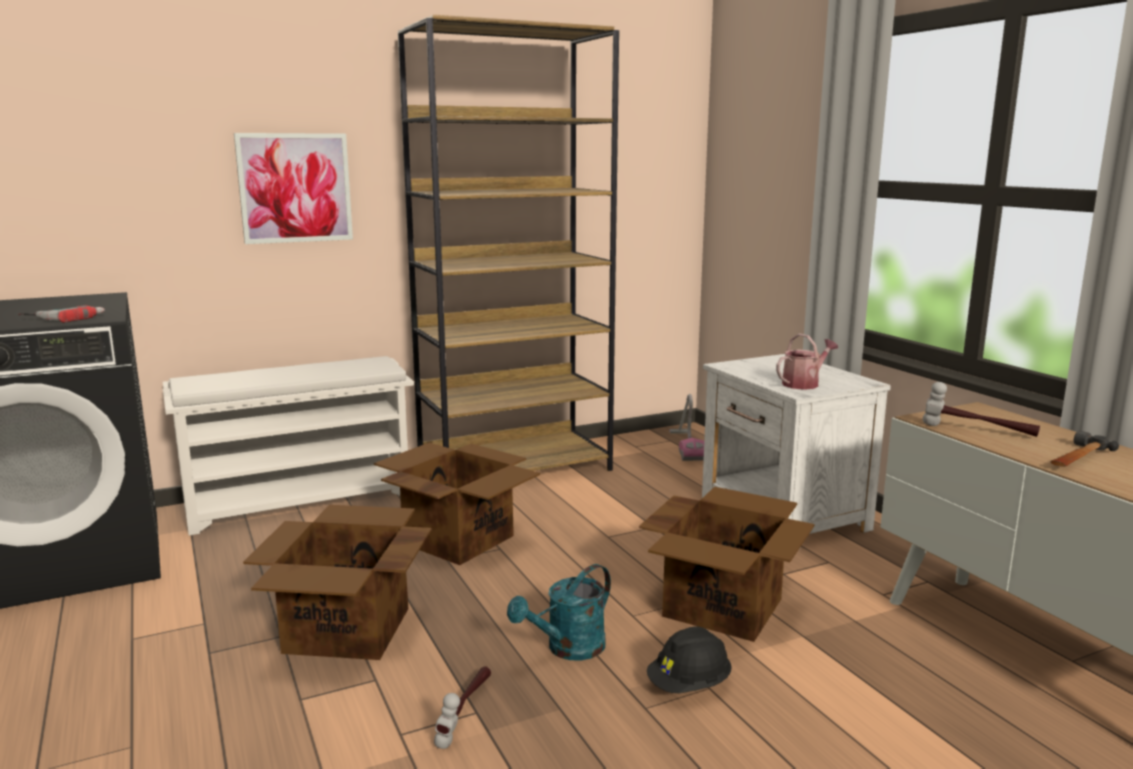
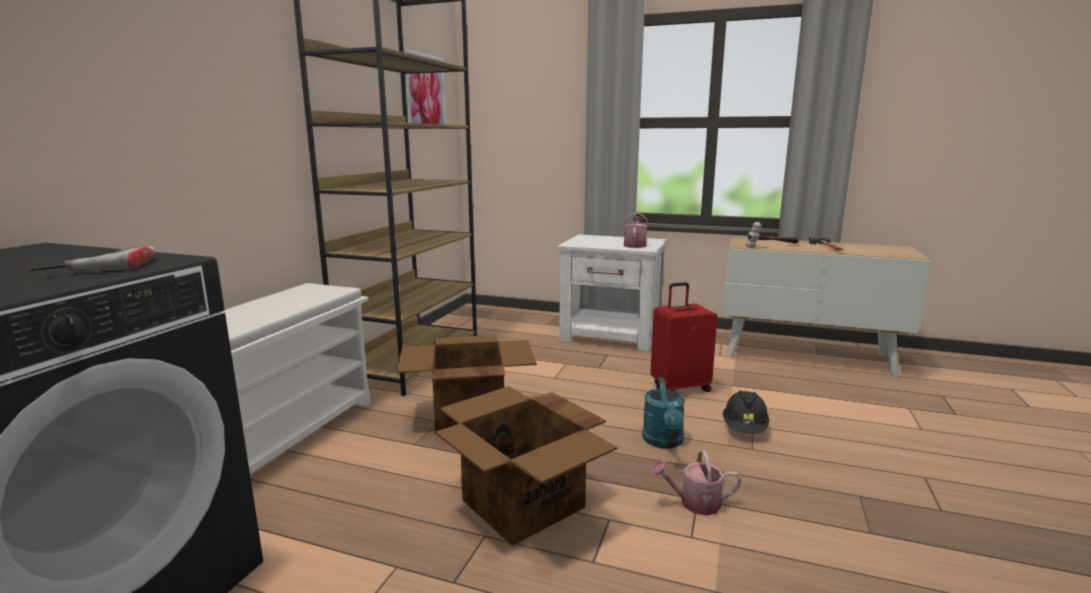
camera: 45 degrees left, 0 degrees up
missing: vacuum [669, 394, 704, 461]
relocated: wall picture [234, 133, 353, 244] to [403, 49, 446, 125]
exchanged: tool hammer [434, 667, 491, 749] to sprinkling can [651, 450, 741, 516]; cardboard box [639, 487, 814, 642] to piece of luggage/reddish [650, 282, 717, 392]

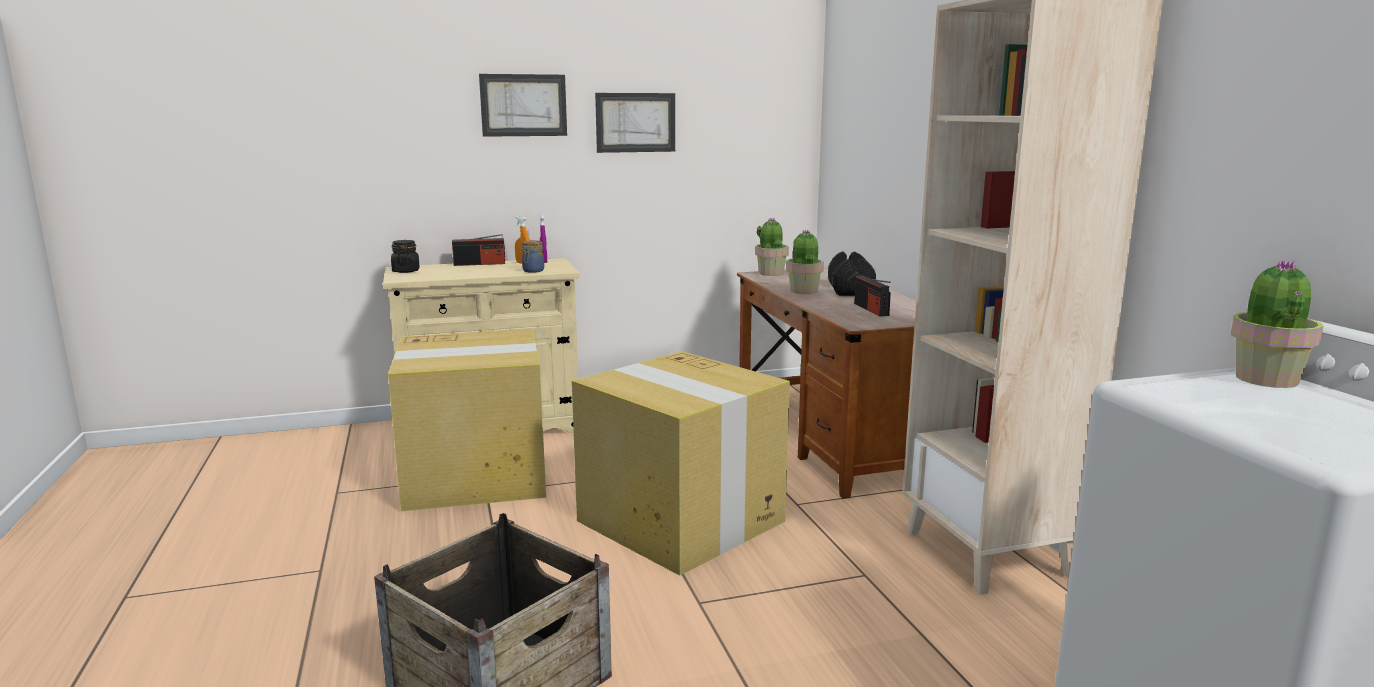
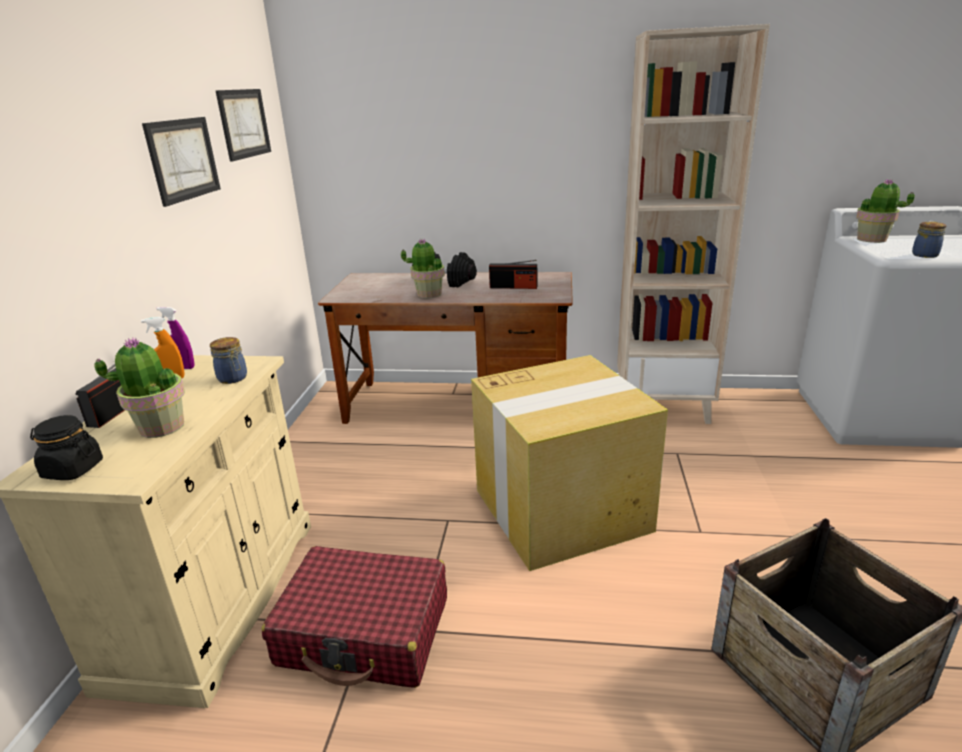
camera: 65 degrees left, 10 degrees up
appeared: storage jar [912, 222, 947, 258]
relocated: wall picture [479, 74, 567, 137] to [216, 89, 271, 162]; plant in a pot [755, 218, 789, 276] to [94, 338, 185, 438]
exchanged: cardboard box [388, 330, 546, 511] to piece of luggage/reddish [262, 546, 447, 688]

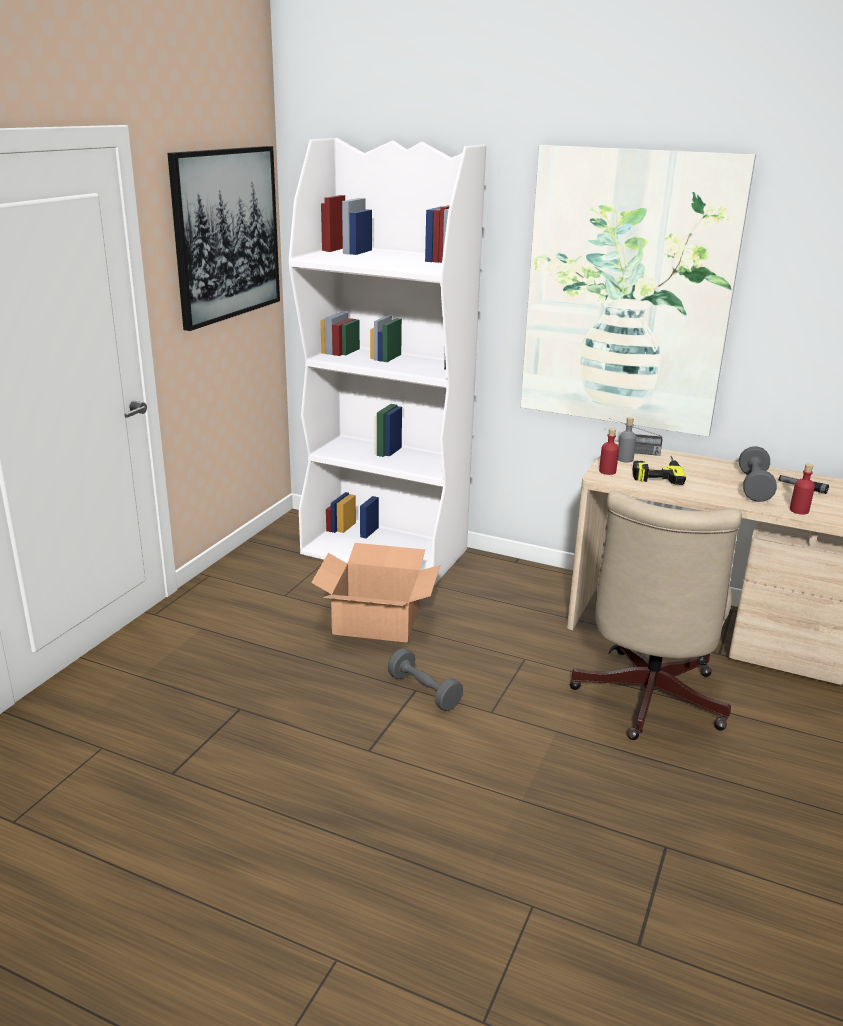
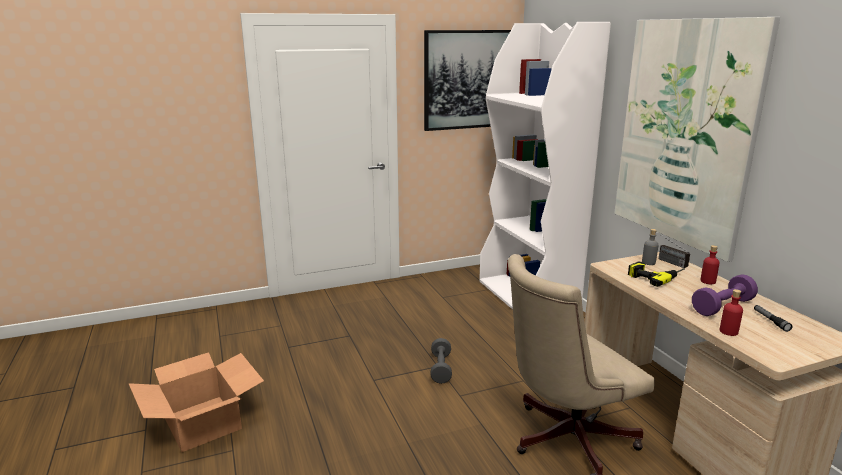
camera: 45 degrees right, 5 degrees down
relocated: cardboard box [311, 543, 440, 643] to [128, 352, 264, 452]; bottle/reddish [599, 428, 619, 475] to [701, 245, 719, 284]
colour: dumbbell/greyish [739, 446, 777, 502] to dumbbell/purplish [692, 274, 758, 316]

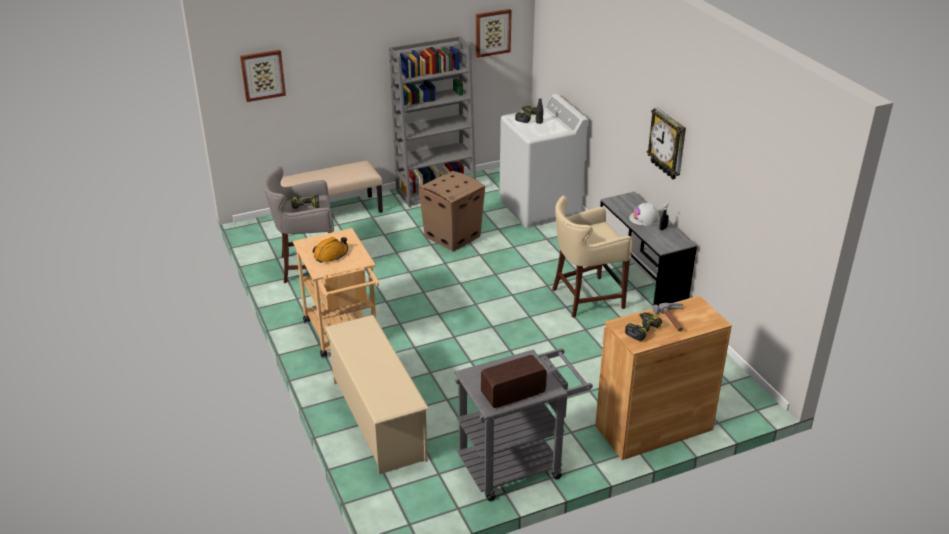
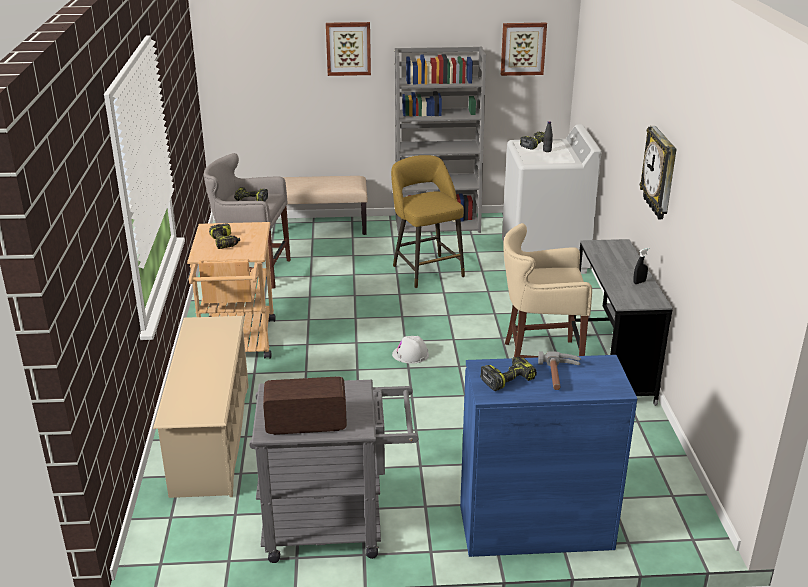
camera: 20 degrees right, 5 degrees down
relocated: wall picture [240, 50, 286, 102] to [326, 22, 371, 76]; safety helmet/white-coloured [629, 202, 660, 226] to [392, 336, 429, 363]
exchanged: safety helmet/orange-coloured [313, 237, 348, 263] to electric drill [209, 223, 240, 249]; cardboard box [418, 171, 485, 251] to stool/yellow-coloured [391, 155, 465, 288]
colour: storage cabinet/brown-coloured [595, 295, 732, 460] to storage cabinet/bluish [460, 355, 637, 557]

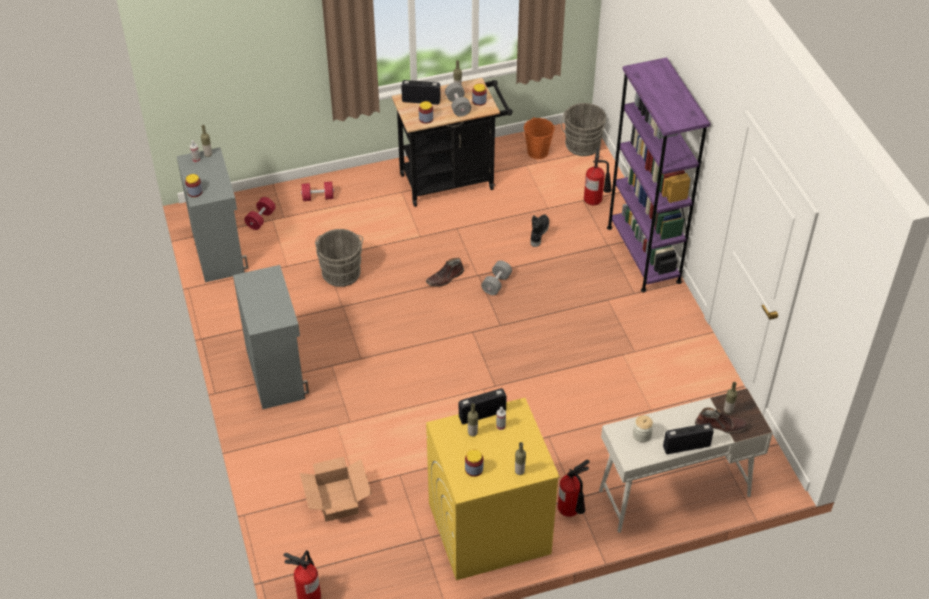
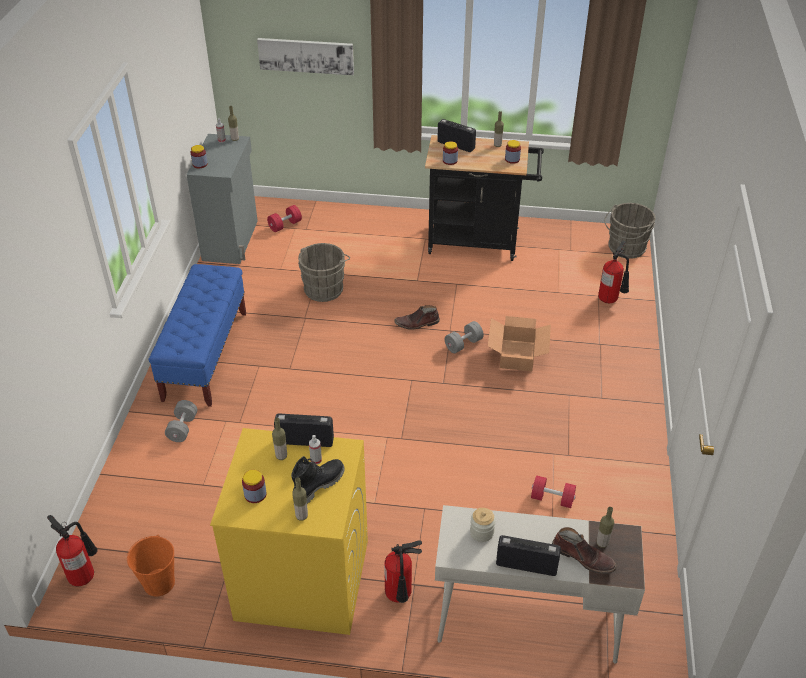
camera: 25 degrees right, 5 degrees down
missing: bookshelf/purplish [607, 57, 711, 292]
appeared: wall picture [257, 38, 354, 75]
relocated: cardboard box [300, 457, 372, 522] to [488, 316, 551, 371]; dumbbell/reddish [301, 182, 334, 201] to [531, 475, 576, 508]; dumbbell/greyish [445, 83, 471, 117] to [165, 400, 198, 442]; water bucket/orange-coloured [524, 117, 554, 159] to [127, 535, 175, 597]; high-top boot/black-coloured [530, 215, 549, 247] to [291, 456, 345, 504]
exchanged: storage cabinet/greyish [233, 265, 309, 409] to indoor bench/bluish [149, 264, 246, 407]

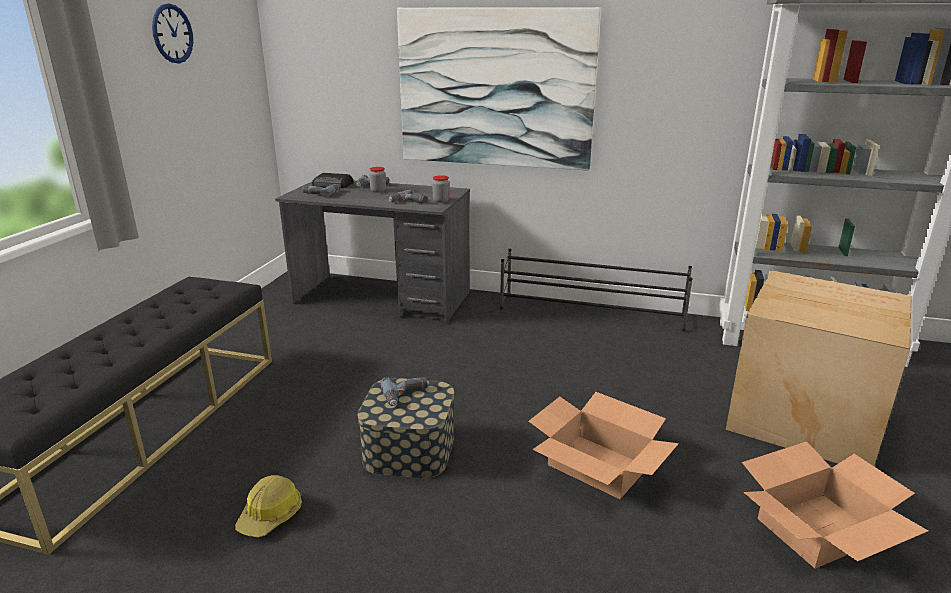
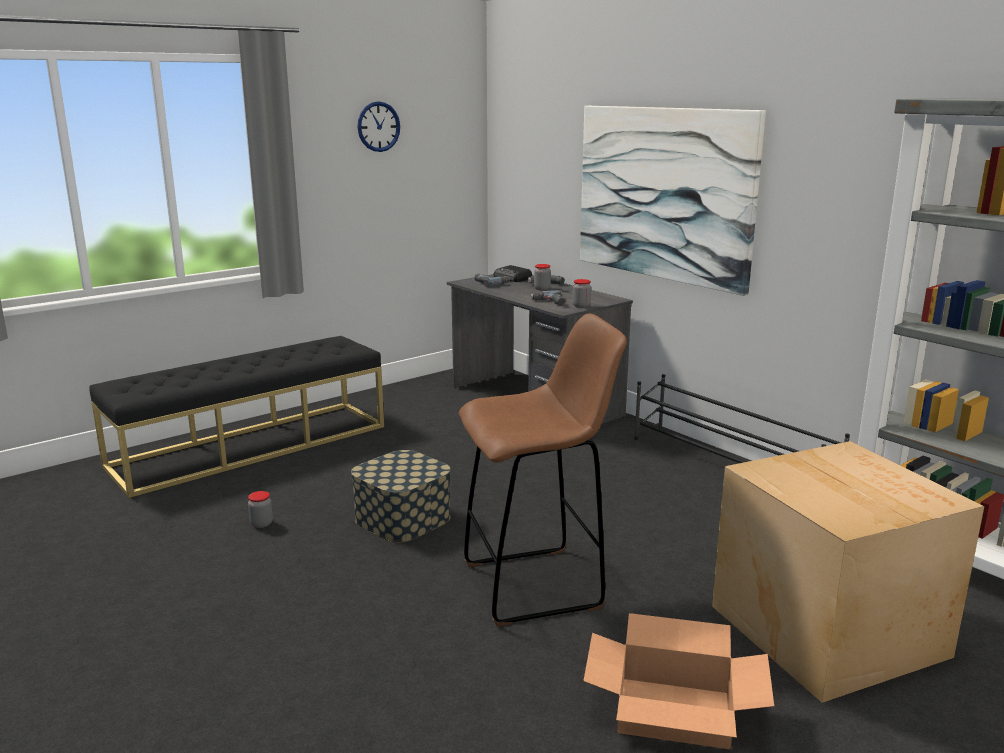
camera: 35 degrees right, 5 degrees down
missing: electric drill [380, 377, 428, 406]
exchanged: safety helmet [235, 475, 302, 538] to storage jar [248, 491, 273, 528]; cardboard box [528, 392, 679, 499] to stool/brown-coloured [459, 313, 627, 627]

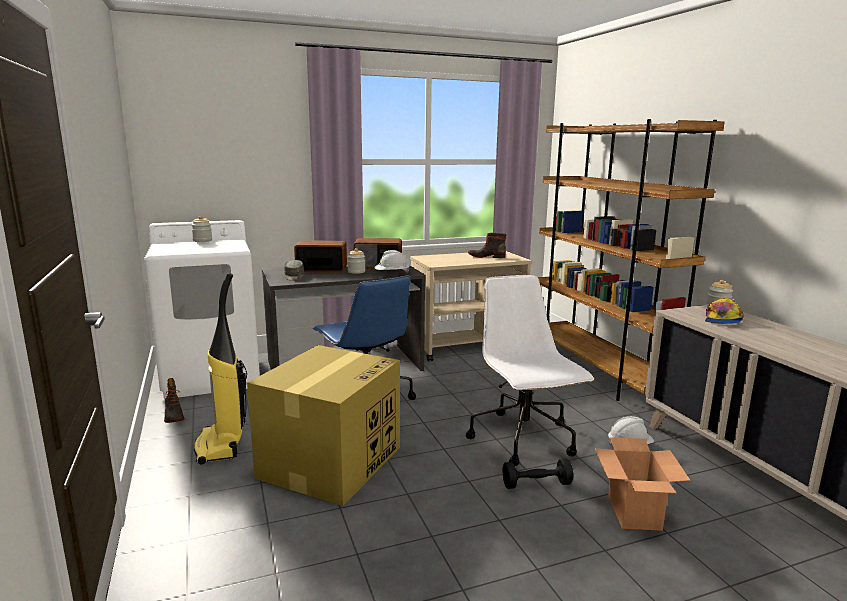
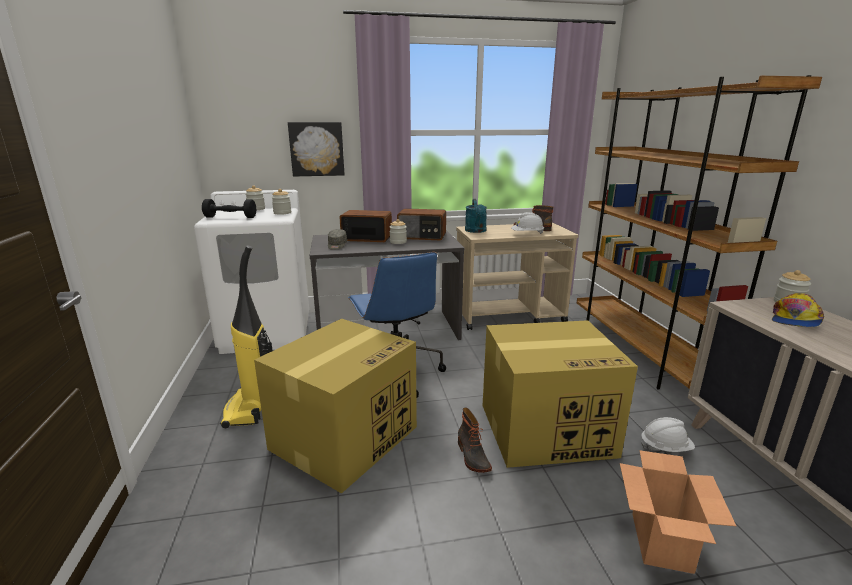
camera: 10 degrees right, 5 degrees up
appeared: storage jar [271, 189, 292, 215]; wall picture [288, 122, 345, 176]; sprinkling can/blue-green [465, 199, 487, 233]
relocated: high-top boot [164, 378, 184, 423] to [458, 407, 492, 473]; safety helmet/white-coloured [374, 250, 410, 273] to [511, 212, 544, 234]; dumbbell/black-coloured [503, 459, 573, 489] to [202, 199, 256, 218]
exchanged: desk chair/white-coloured [466, 275, 595, 466] to cardboard box [483, 320, 638, 468]

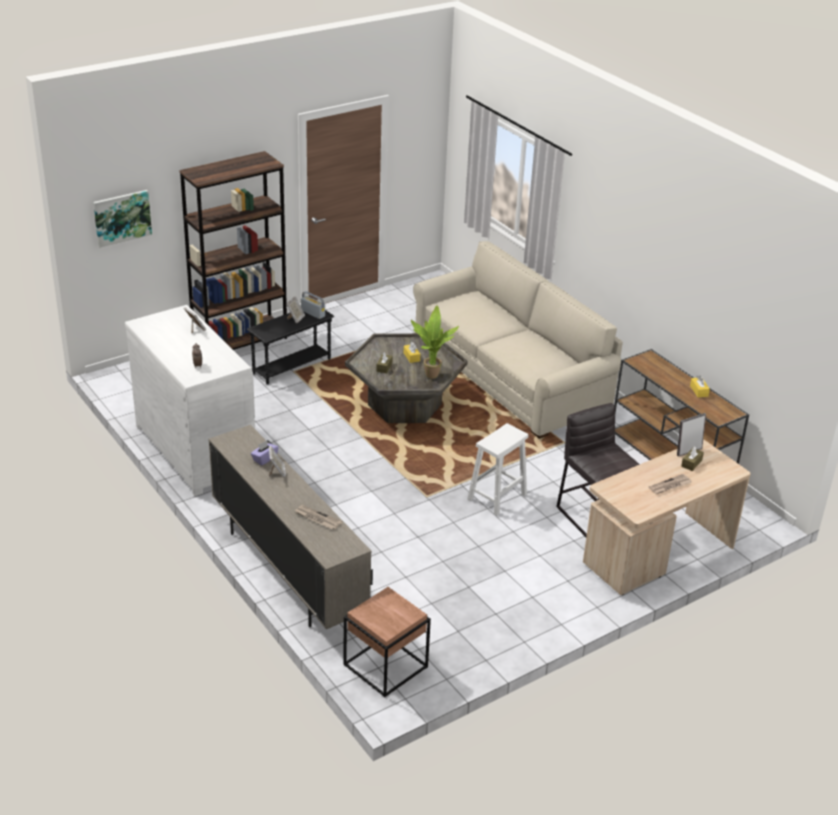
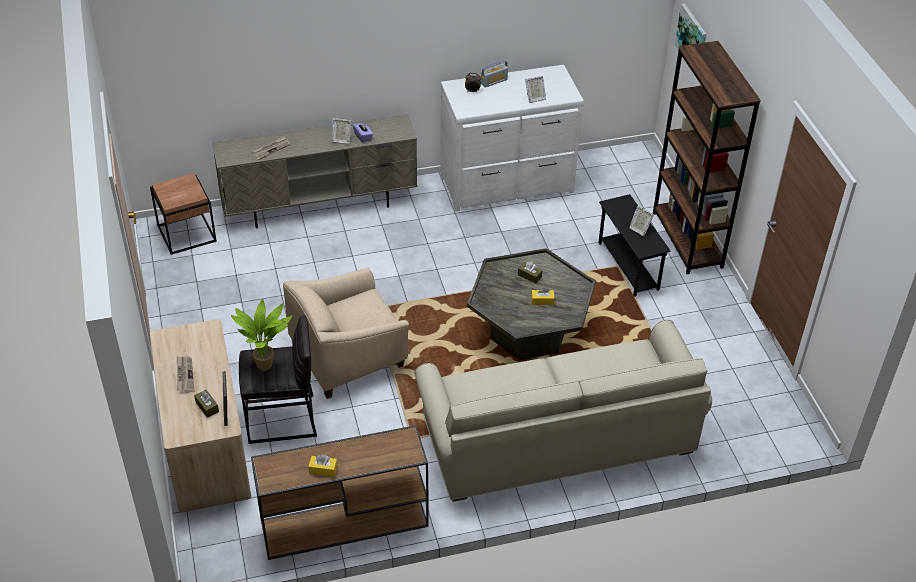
camera: 110 degrees right, 10 degrees up
relocated: radio set [301, 291, 325, 319] to [481, 60, 508, 88]; plant in a pot [411, 306, 459, 379] to [231, 299, 292, 371]
exchanged: stool/white-coloured [467, 423, 528, 516] to easy chair/sand-coloured [283, 267, 409, 399]

